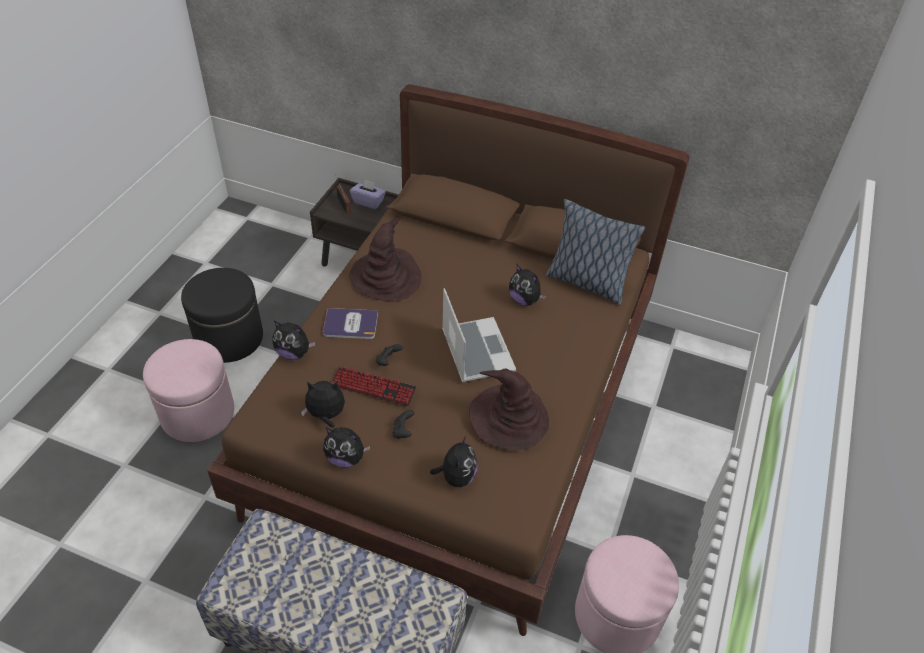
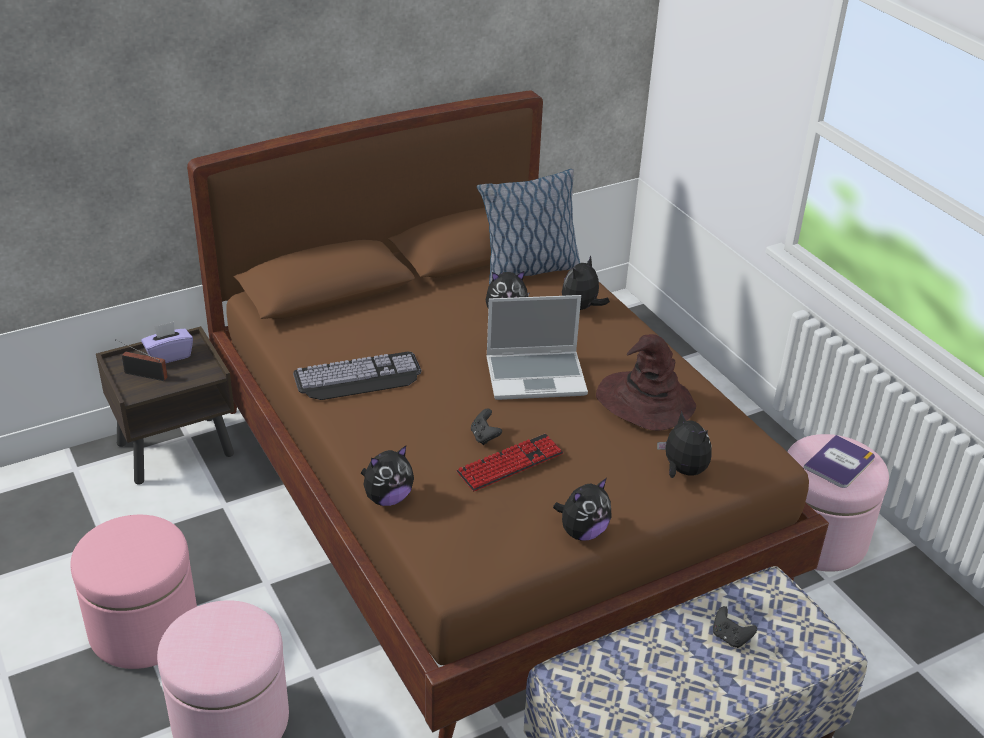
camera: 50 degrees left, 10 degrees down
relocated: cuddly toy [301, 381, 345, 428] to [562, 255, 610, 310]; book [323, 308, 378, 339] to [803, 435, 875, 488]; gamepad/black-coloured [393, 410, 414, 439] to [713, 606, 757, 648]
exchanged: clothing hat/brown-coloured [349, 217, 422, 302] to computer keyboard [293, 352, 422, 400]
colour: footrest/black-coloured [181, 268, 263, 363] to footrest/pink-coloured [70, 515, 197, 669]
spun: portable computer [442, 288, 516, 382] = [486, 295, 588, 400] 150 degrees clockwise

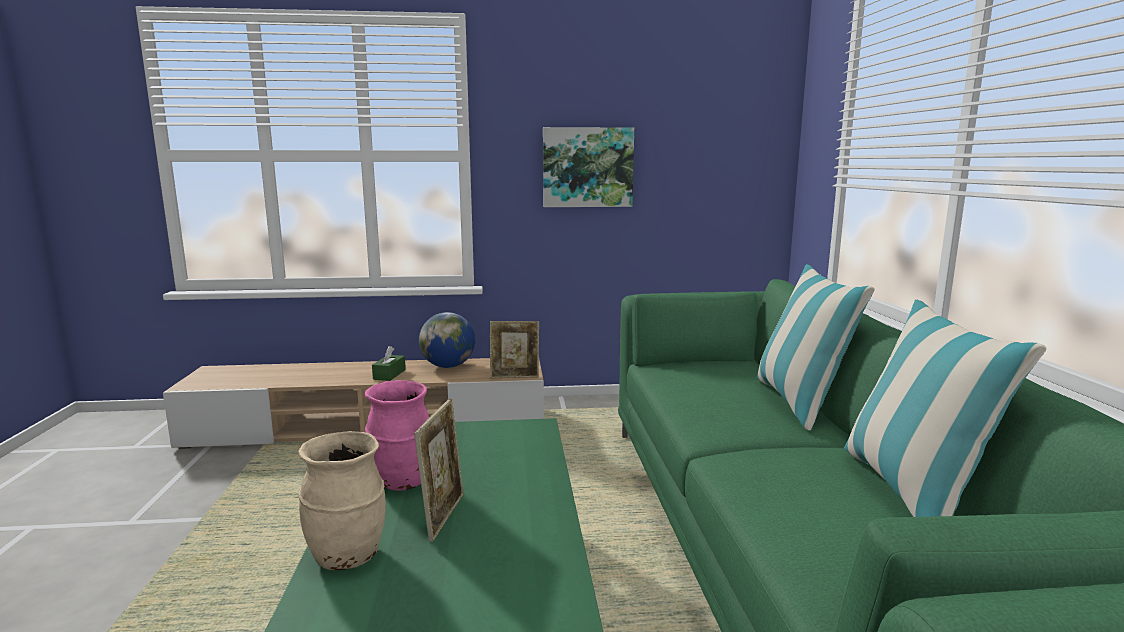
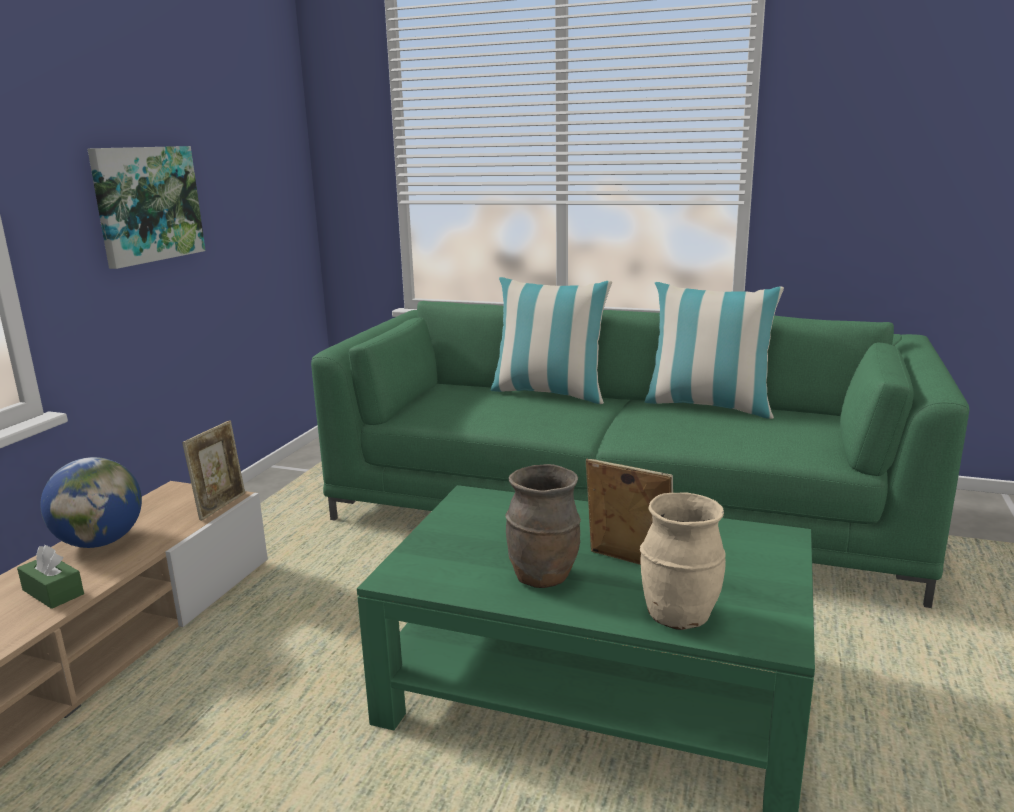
camera: 65 degrees left, 5 degrees up
colour: decorative vase/pink-coloured [365, 380, 429, 491] to decorative vase/brown-coloured [505, 464, 581, 588]

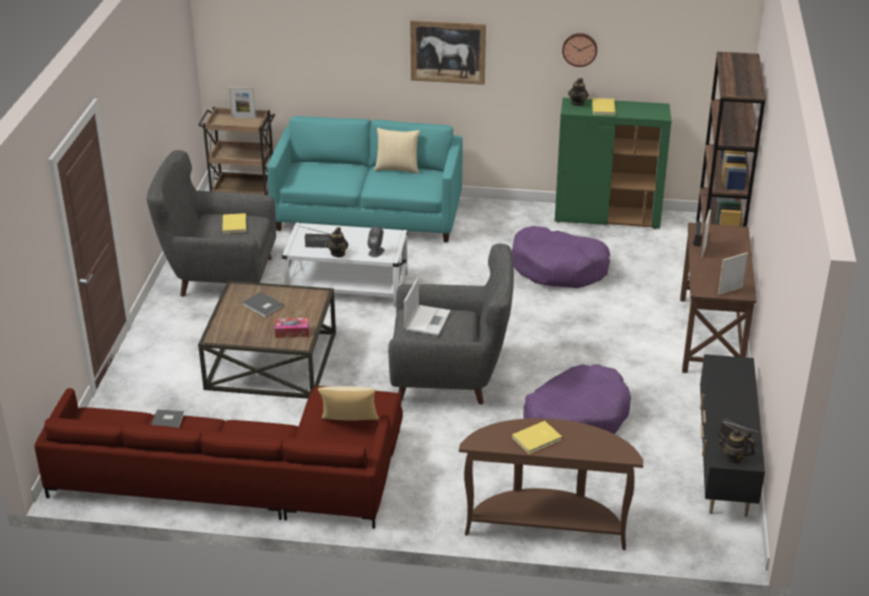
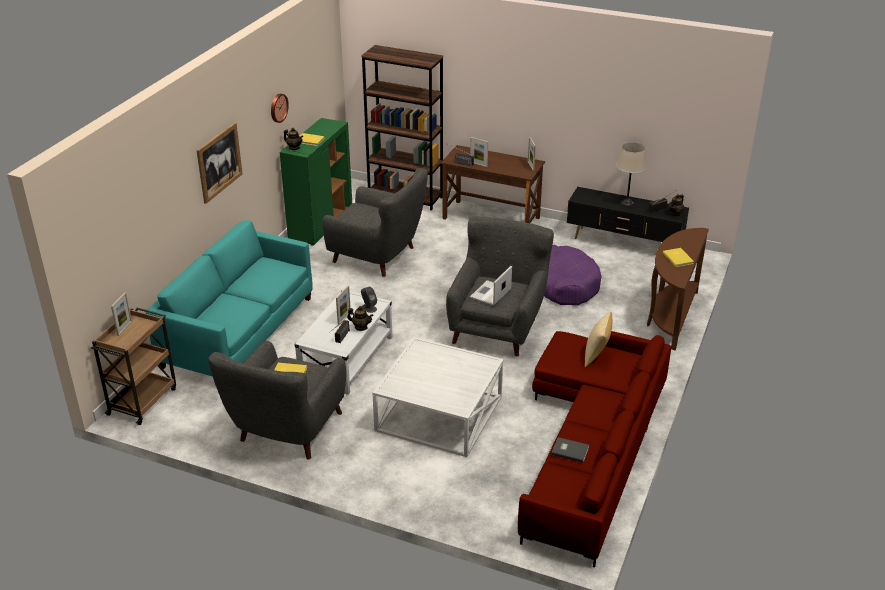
camera: 75 degrees left, 0 degrees up
missing: book/greyish [242, 292, 284, 317]; tissue holder [275, 318, 309, 338]; cushion [375, 128, 420, 174]
appeared: photo frame [336, 286, 351, 324]; table lamp/sand-coloured [616, 142, 646, 206]
exchanged: dog bed/purplish [512, 226, 610, 288] to easy chair/greyish [322, 168, 428, 277]
colour: coffee table/brown-coloured [198, 281, 336, 399] to coffee table/white-coloured [372, 337, 504, 457]
spun: portable computer [404, 277, 451, 336] = [470, 266, 512, 306] 90 degrees counterclockwise

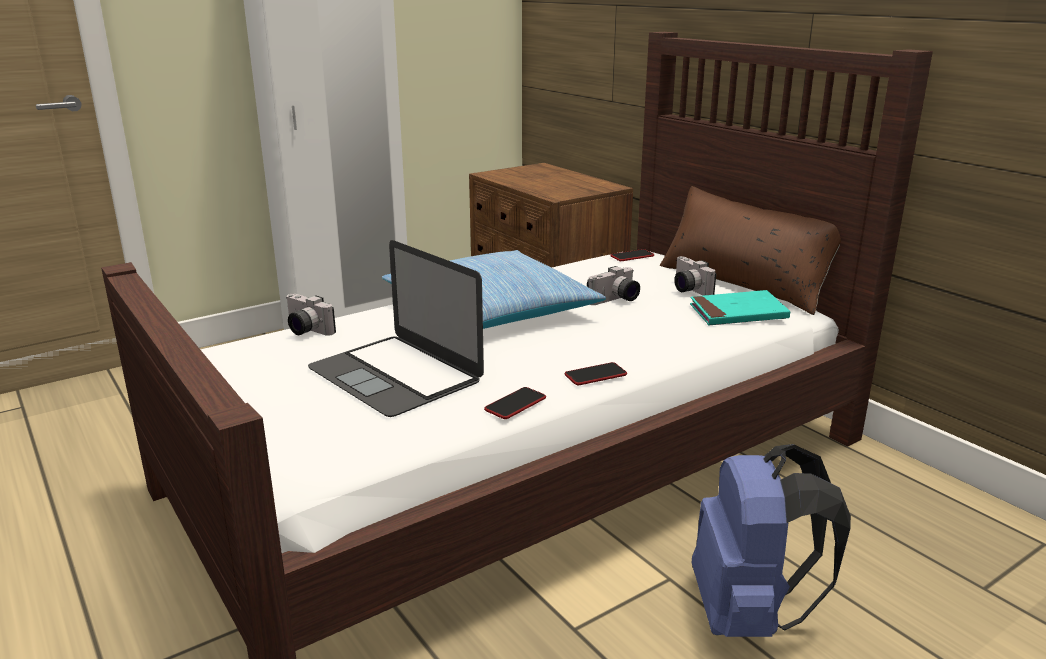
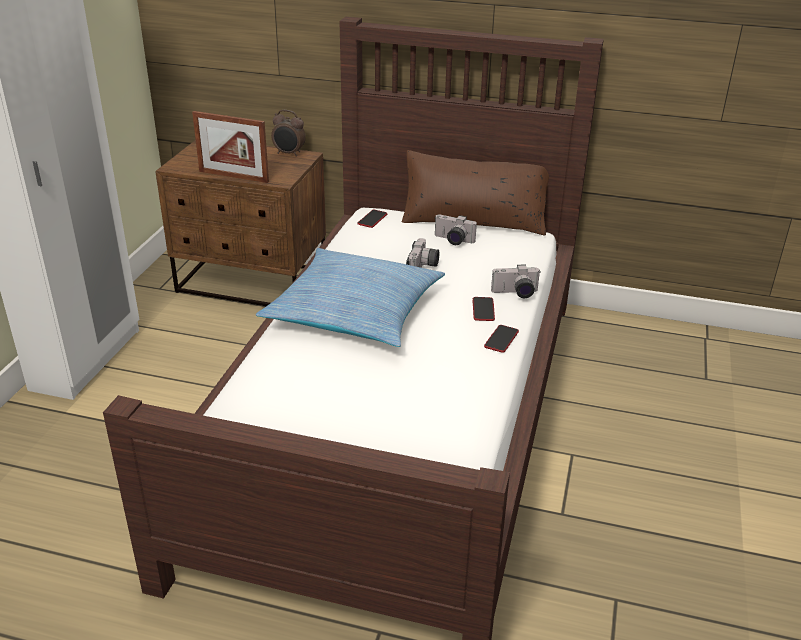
camera: 40 degrees left, 10 degrees up
missing: portable computer [308, 240, 484, 417]; book/blue-green [690, 290, 790, 325]; rucksack/bluish [692, 444, 851, 637]
appeared: photo frame [192, 111, 269, 183]; alarm clock [271, 110, 306, 157]
relocated: photo camera [286, 294, 336, 336] to [491, 265, 540, 298]; handset [484, 387, 546, 419] to [473, 297, 495, 321]

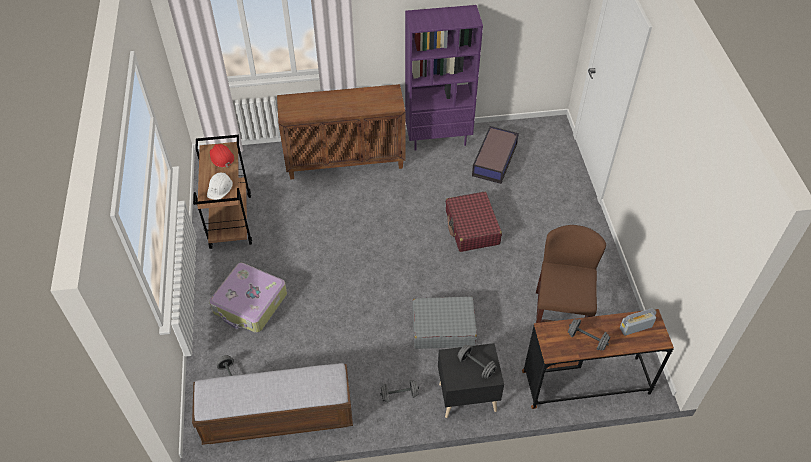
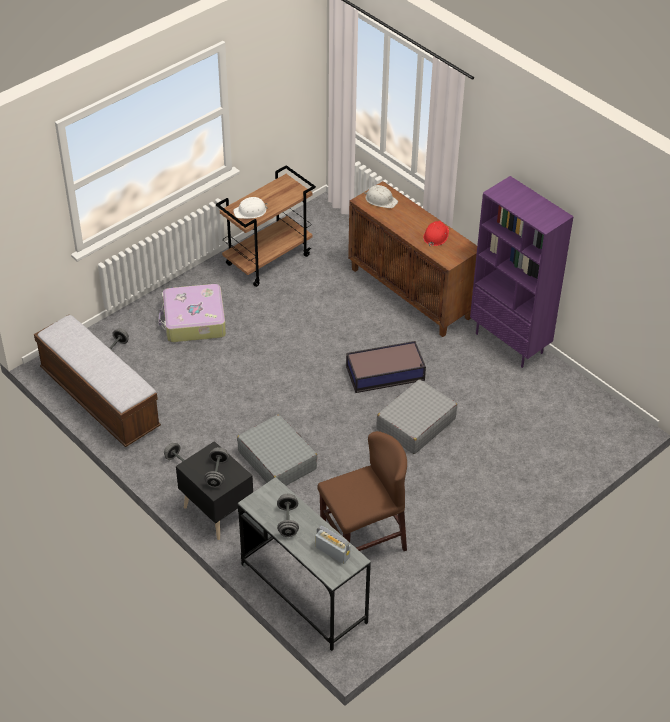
camera: 55 degrees right, 5 degrees down
appeared: safety helmet/white-coloured [364, 185, 398, 208]
relocated: safety helmet/reddish [210, 144, 234, 167] to [423, 221, 449, 246]; storage box [472, 126, 519, 184] to [346, 341, 426, 393]
colour: piece of luggage/reddish [446, 192, 502, 252] to piece of luggage/greyish [376, 379, 457, 454]; desk table/brown-coloured [522, 309, 674, 409] to desk table/greyish [238, 477, 371, 651]

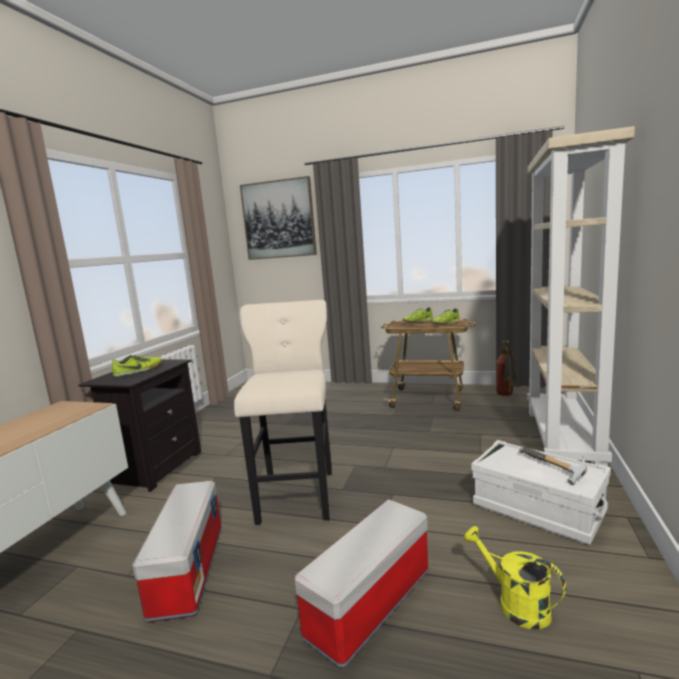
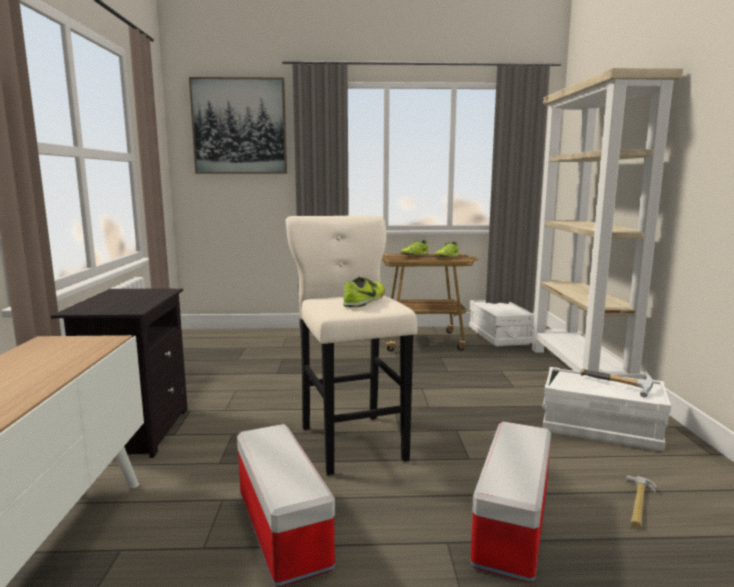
camera: 20 degrees left, 0 degrees up
relocated: shoe [112, 355, 162, 377] to [343, 277, 385, 307]
exchanged: sprinkling can/yellow-coloured [464, 526, 566, 629] to tool hammer [626, 475, 657, 529]; fire extinguisher [496, 340, 517, 396] to storage box/white-coloured [469, 300, 534, 346]

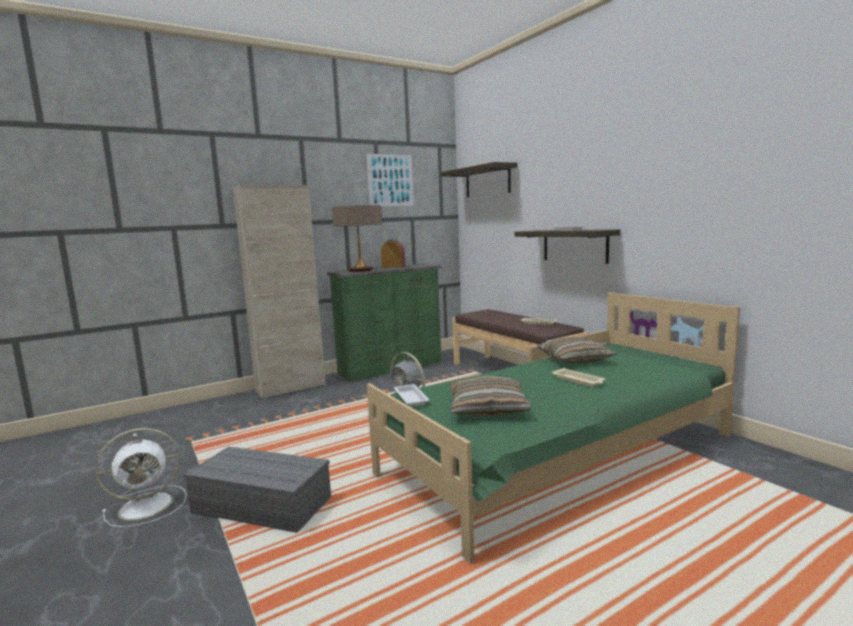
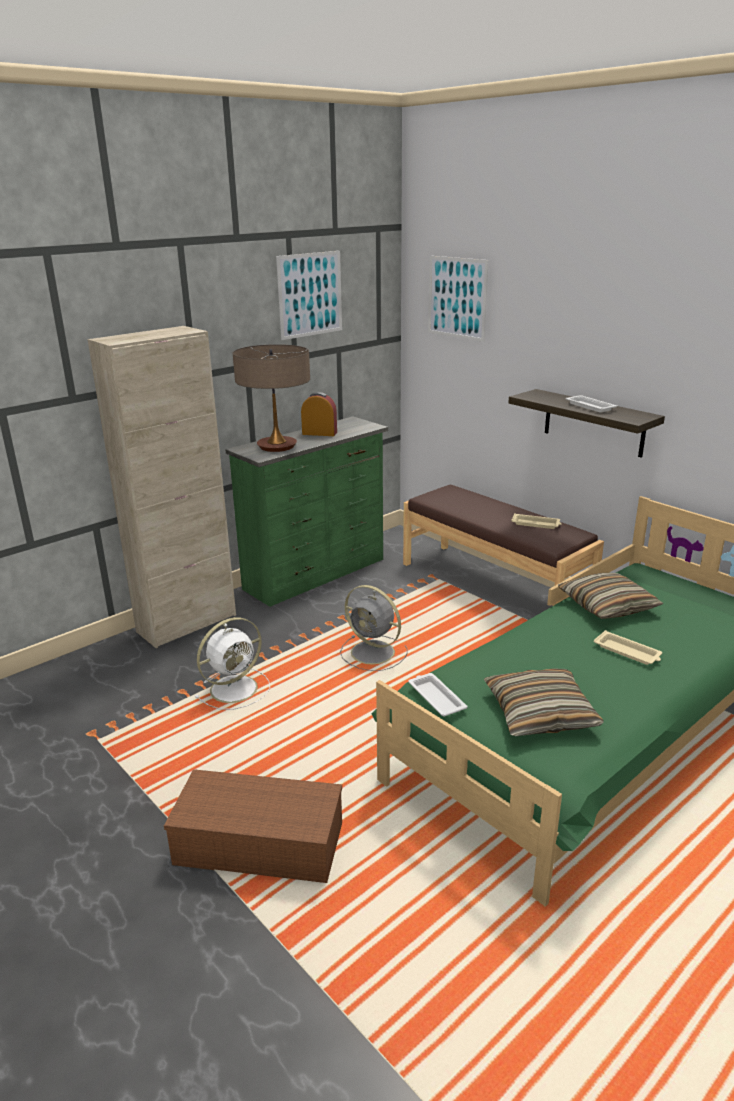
camera: 10 degrees left, 15 degrees up
relocated: cooling fan/white-coloured [95, 428, 187, 527] to [195, 617, 270, 710]
exchanged: wall shelf [441, 162, 517, 197] to wall picture [428, 256, 489, 342]
colour: storage box/greyish [184, 446, 331, 533] to storage box/brown-coloured [164, 769, 342, 883]

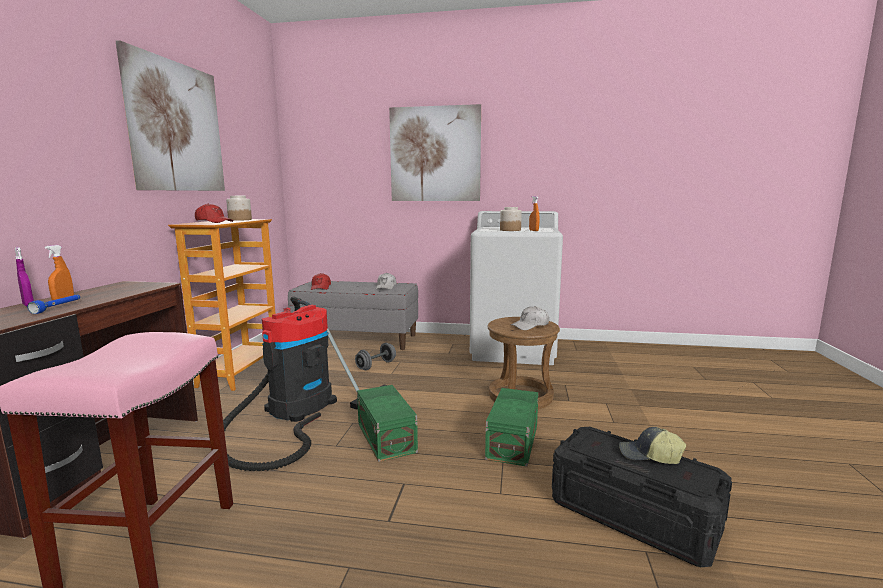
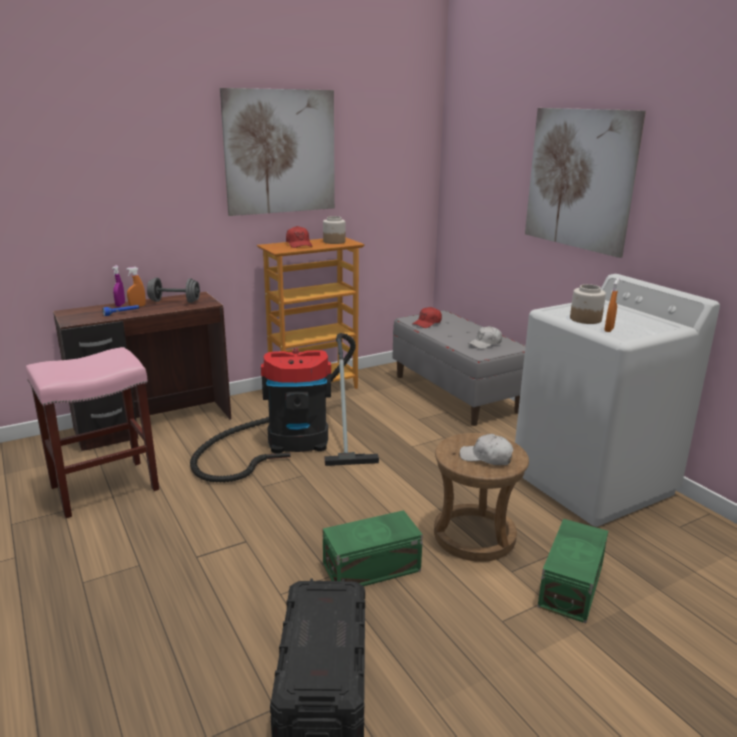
camera: 50 degrees right, 10 degrees up
missing: baseball cap [619, 427, 686, 464]
relocated: dumbbell/greyish [355, 343, 396, 370] to [147, 278, 200, 303]; storage box/green-coloured [357, 385, 418, 462] to [538, 519, 608, 623]

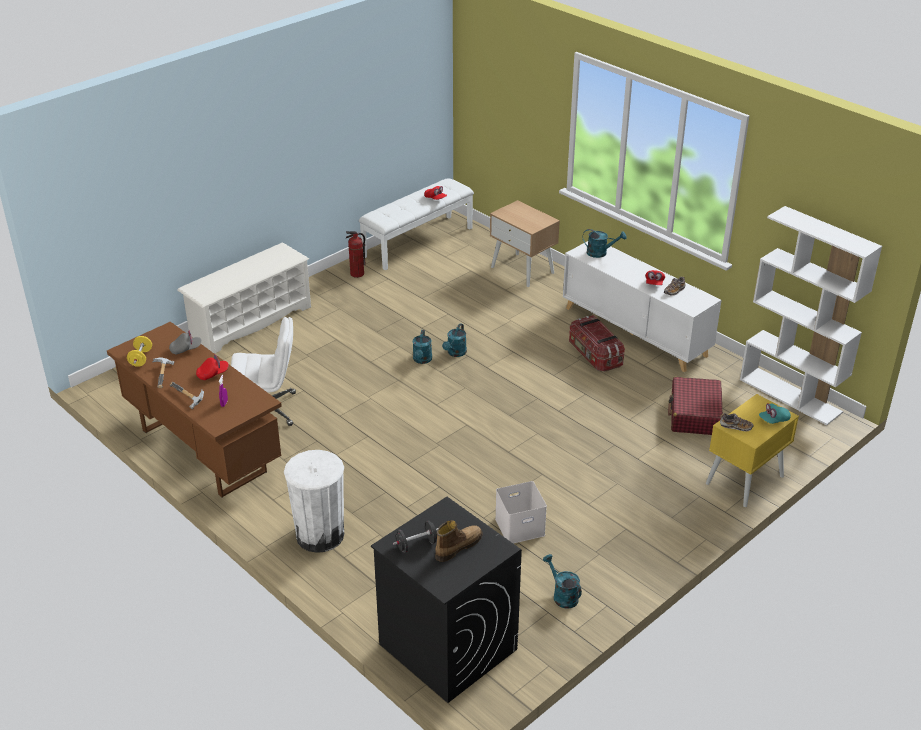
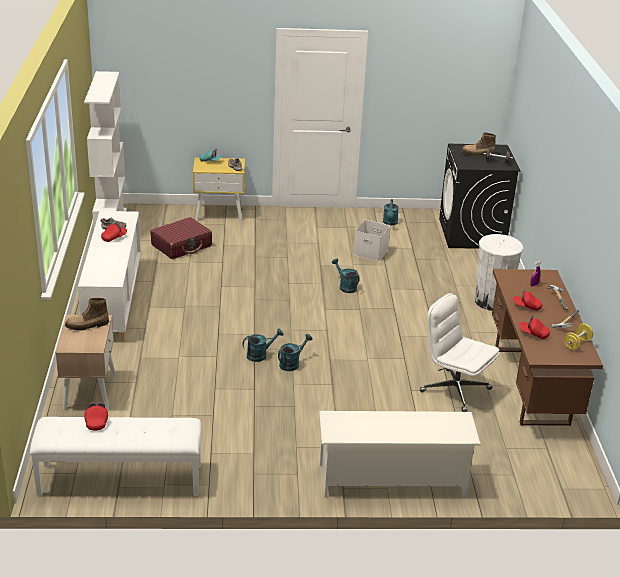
camera: 140 degrees left, 5 degrees down
missing: fire extinguisher [346, 231, 366, 278]; storage box [569, 315, 625, 372]
appeared: high-top boot [65, 298, 109, 331]
relocated: sprinkling can/blue-green [583, 229, 626, 258] to [332, 258, 359, 293]
colour: baseball cap/greyish [169, 331, 201, 355] to baseball cap/reddish [519, 316, 550, 339]

